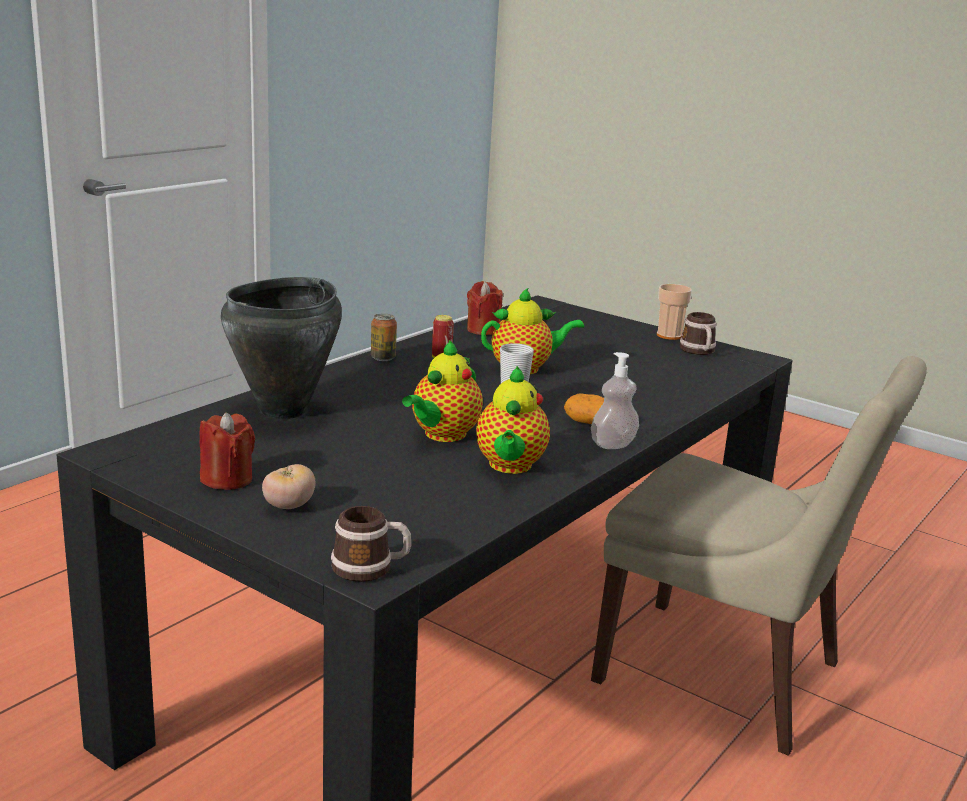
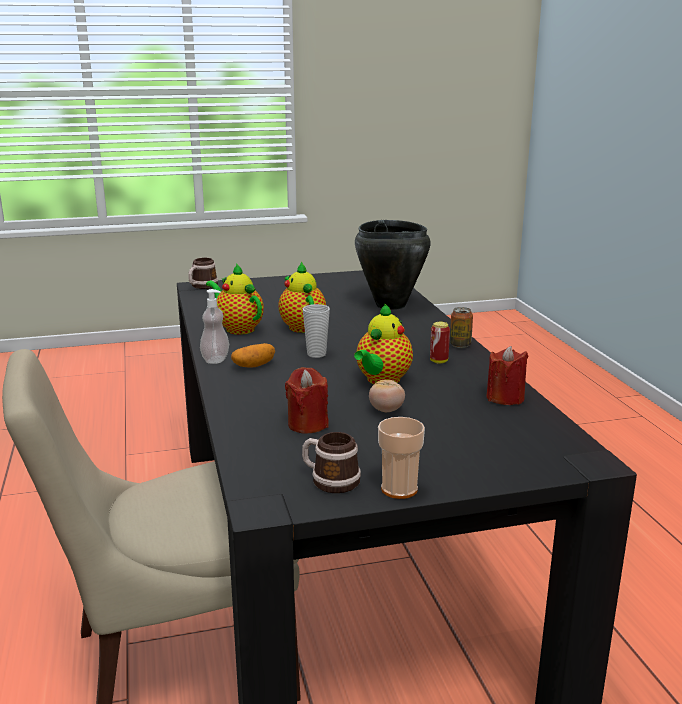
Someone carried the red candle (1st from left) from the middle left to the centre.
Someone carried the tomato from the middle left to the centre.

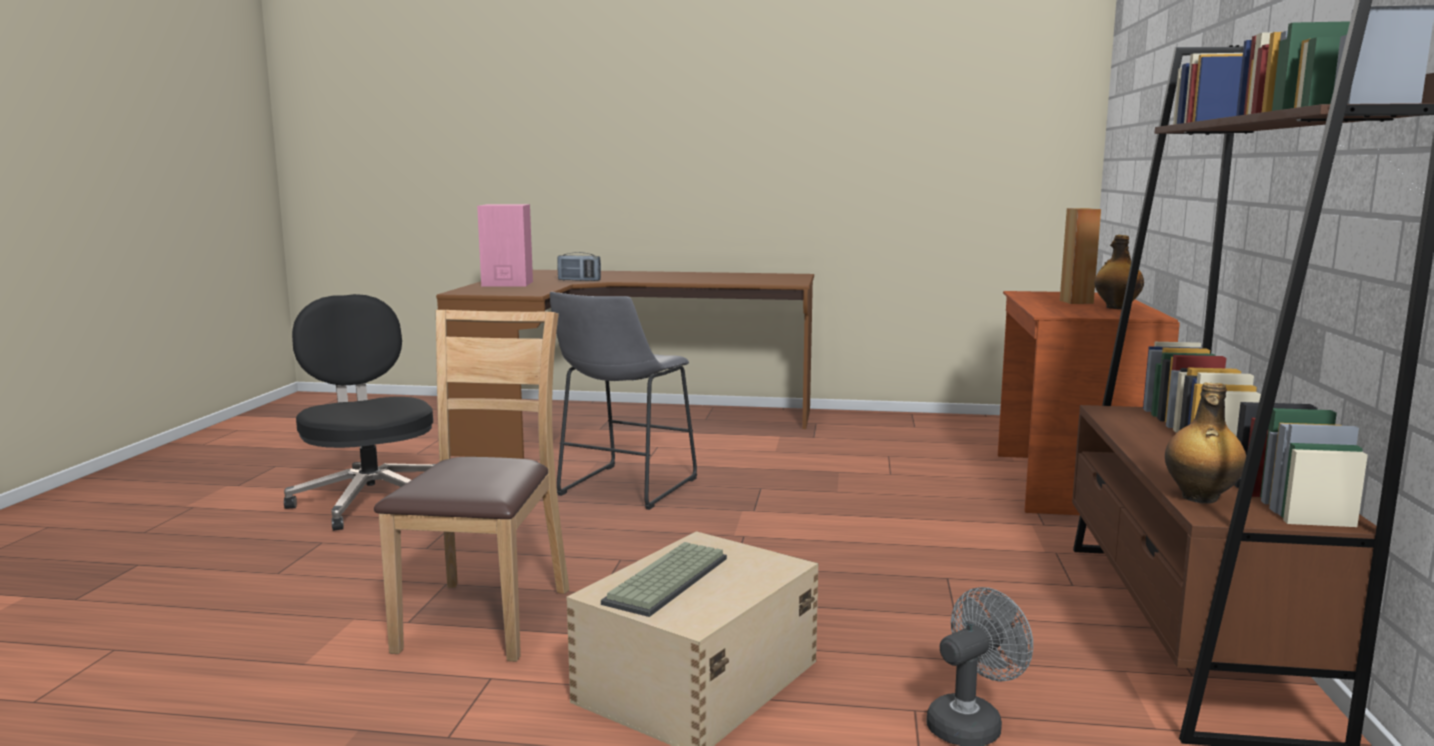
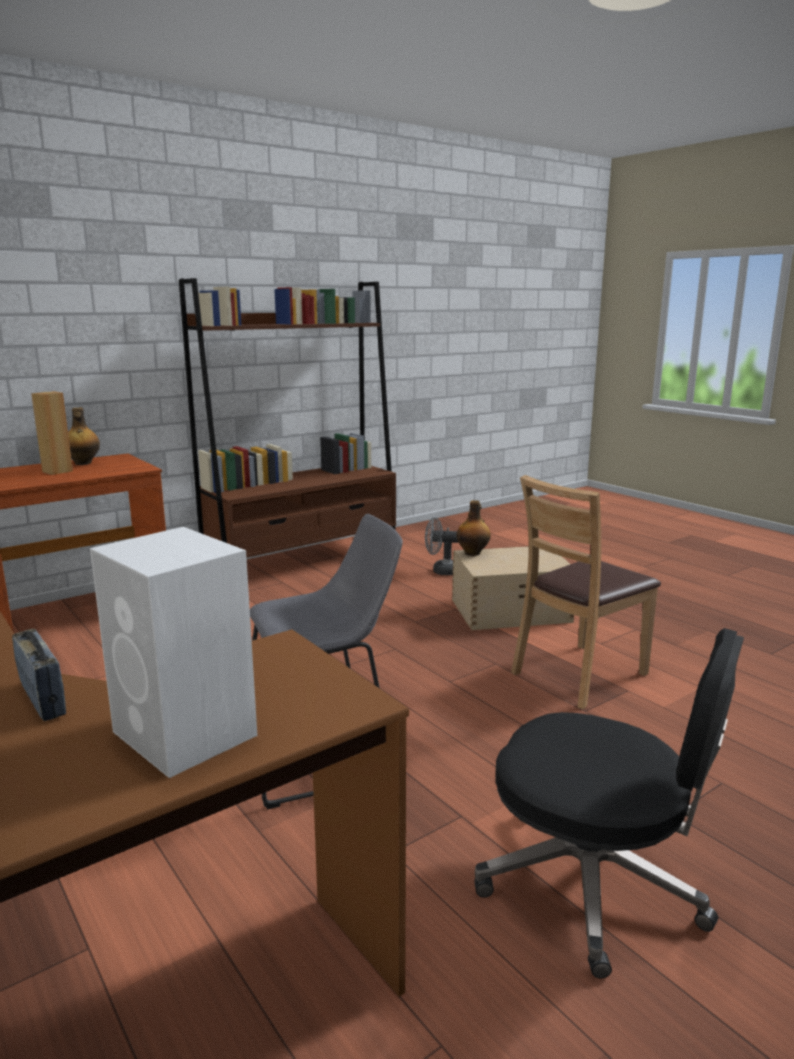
Someone took away the keyboard at the bottom centre.
Someone carried the bottle (2nd from left) from the middle right to the centre.
Someone repainted the pink speaker at the top centre, which became the white speaker at the middle left.
Someone rotated the black office chair at the middle left by 75 degrees counterclockwise.

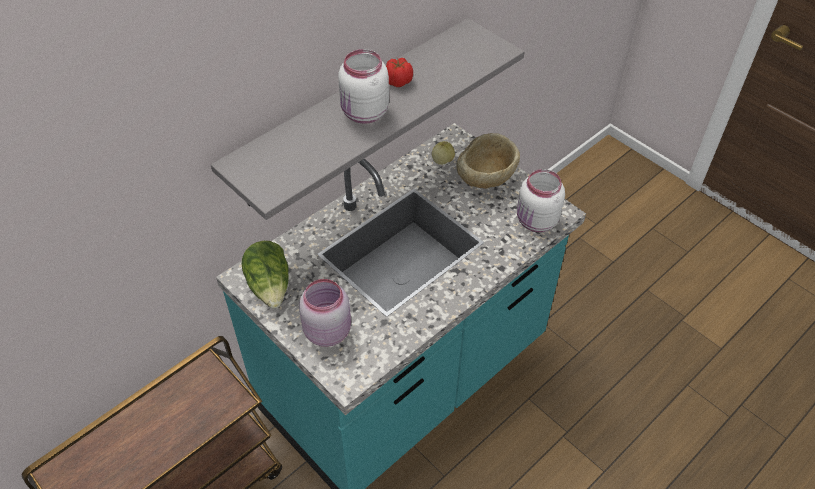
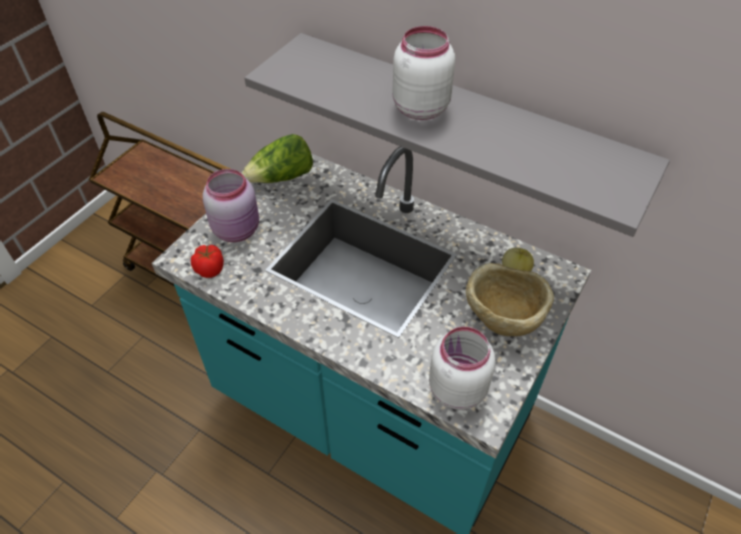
Someone carried the tomato from the top centre to the middle left.

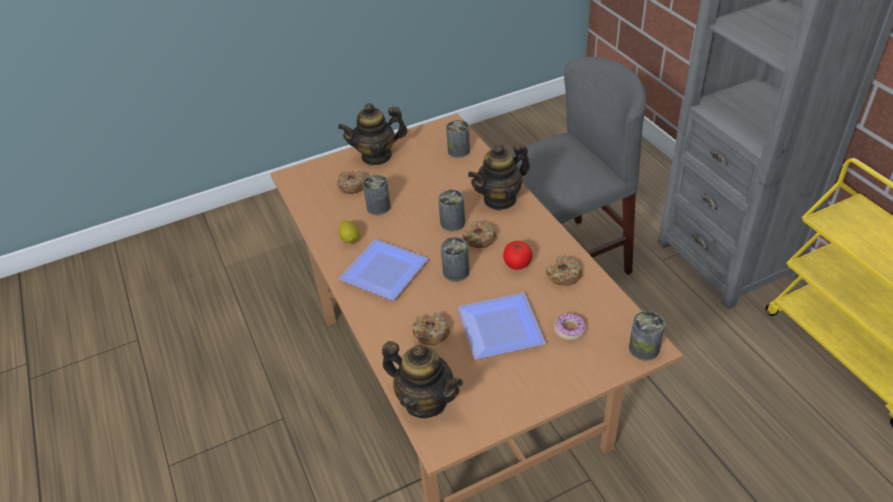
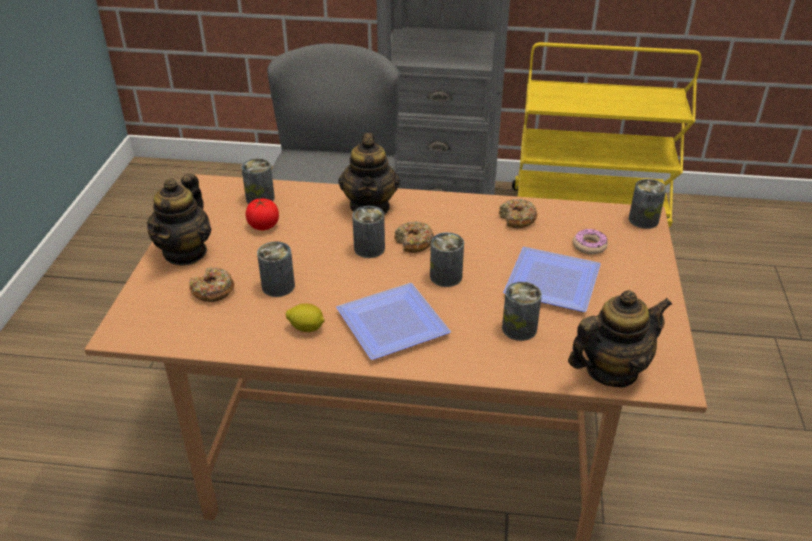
Someone carried the tomato from the centre to the middle left.
Someone swapped the donut (2nd from left) at the centre for the can (5th from left) at the centre.

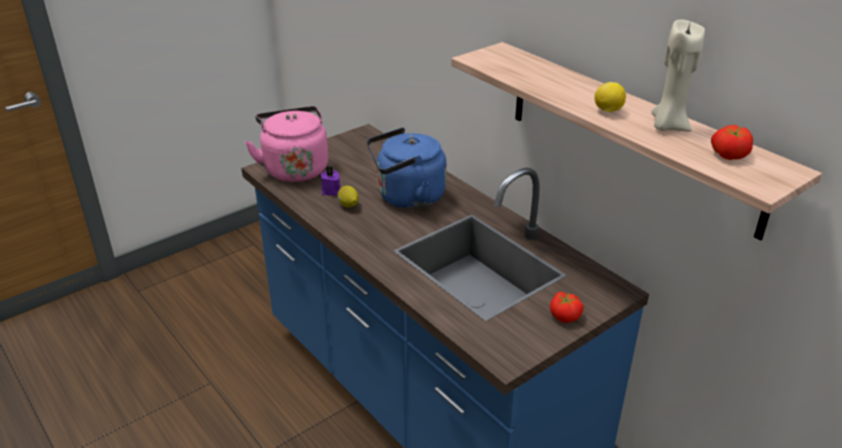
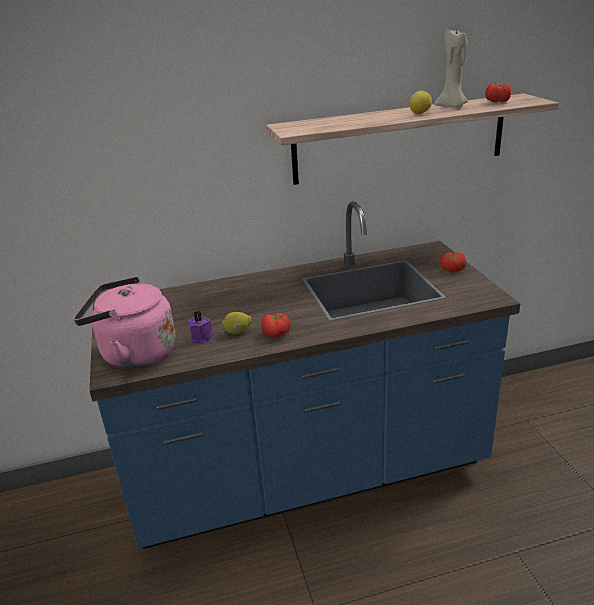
Someone took away the blue kettle at the centre.
Someone put down the tomato (1st from left) at the centre.

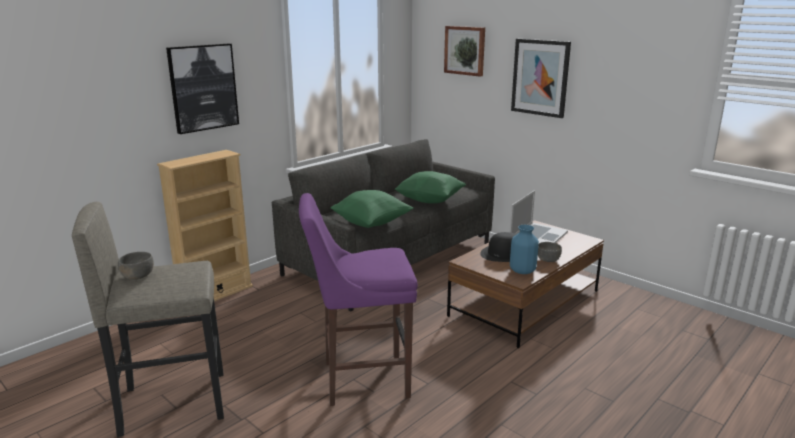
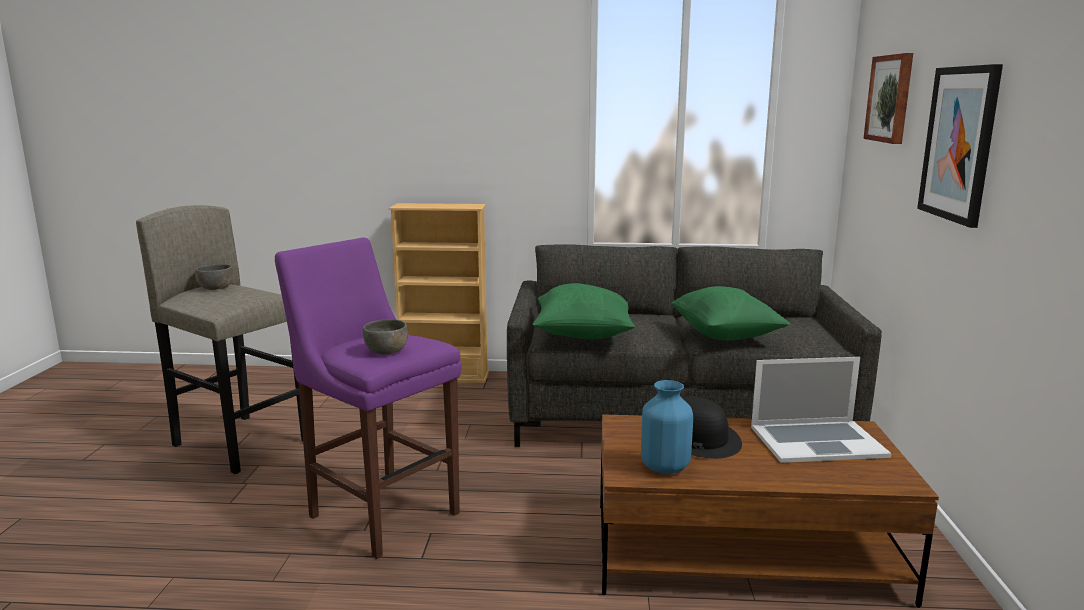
Someone took away the picture (1st from left) at the top left.
Someone carried the grey bowl (2nd from left) from the middle right to the centre.

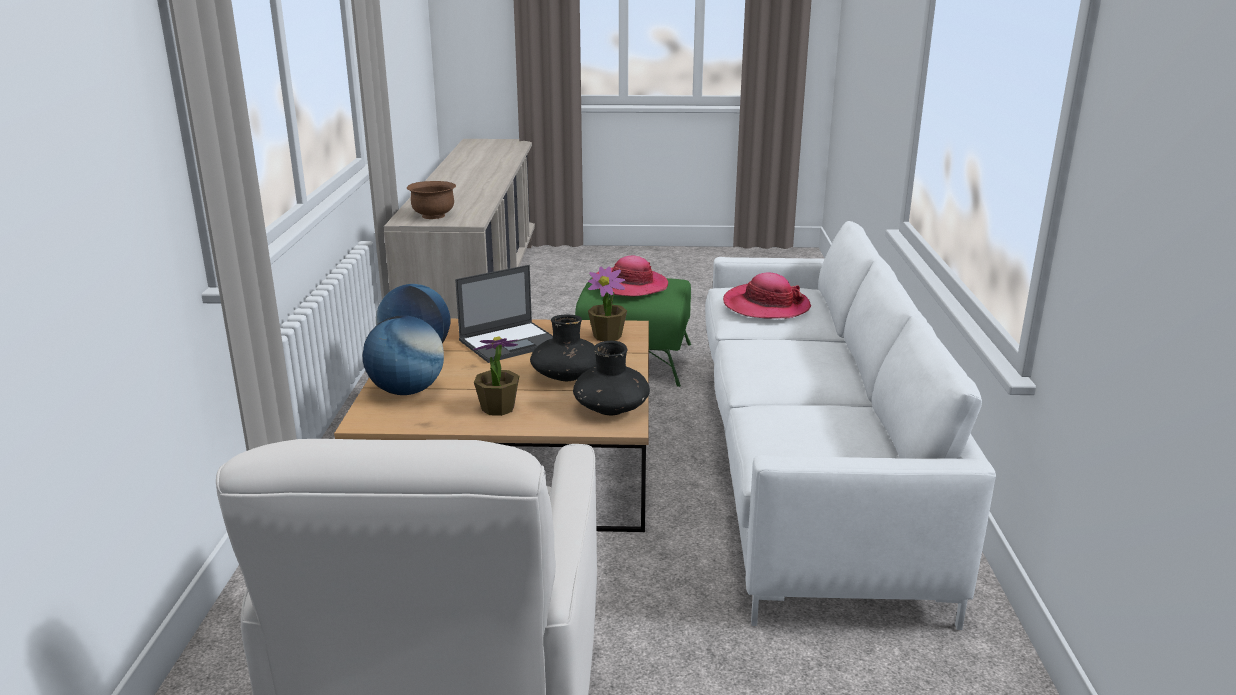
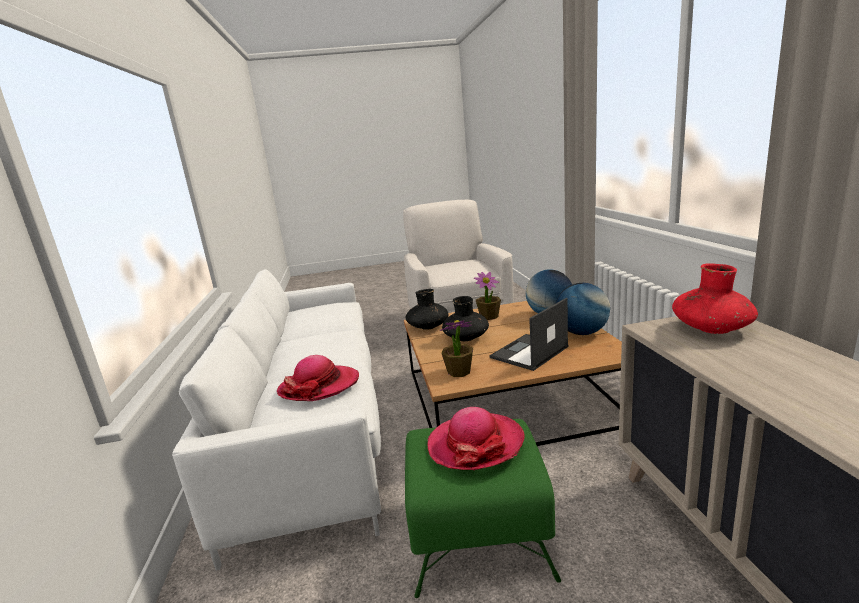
Someone swapped the brown bowl at the top centre for the red vase at the middle right.

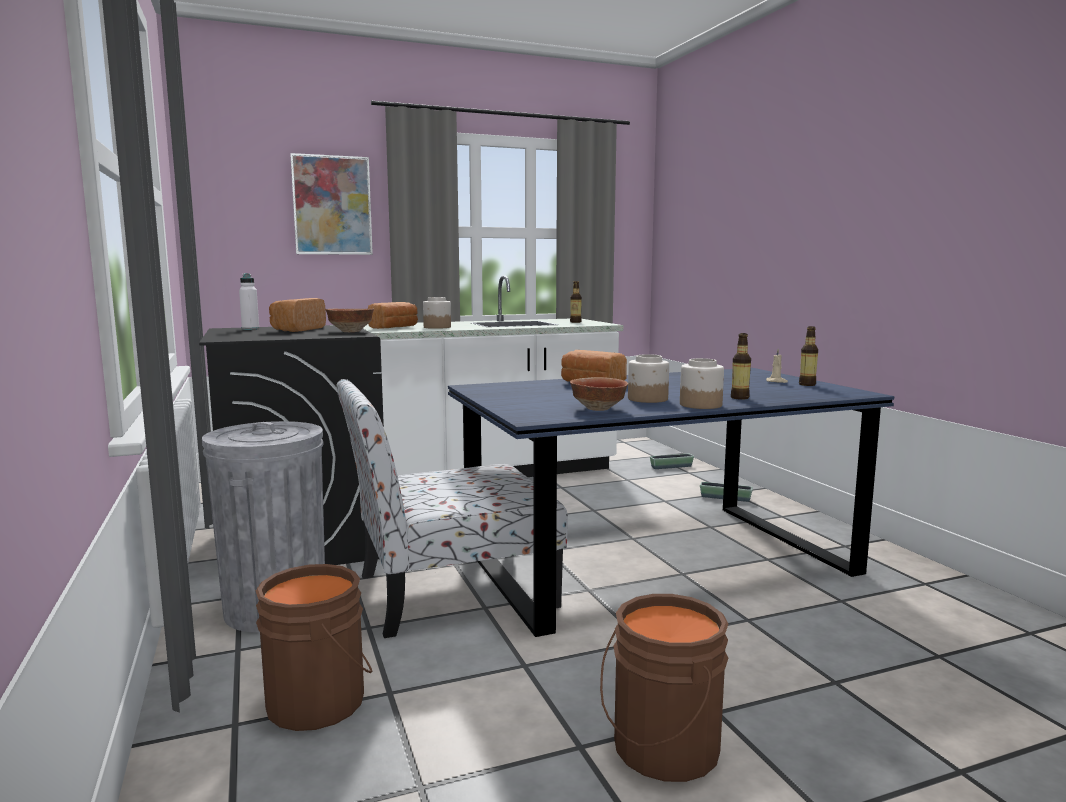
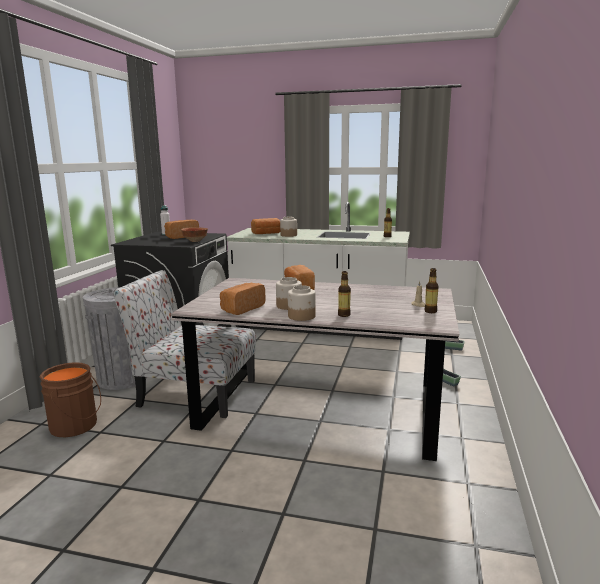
Someone took away the picture at the top left.
Someone took away the brown bucket (2nd from left) at the bottom centre.
Someone swapped the bowl (2nd from left) at the centre for the bread (2nd from left) at the centre.
Someone repainted the blue dining table at the centre, which became the grey dining table at the centre.

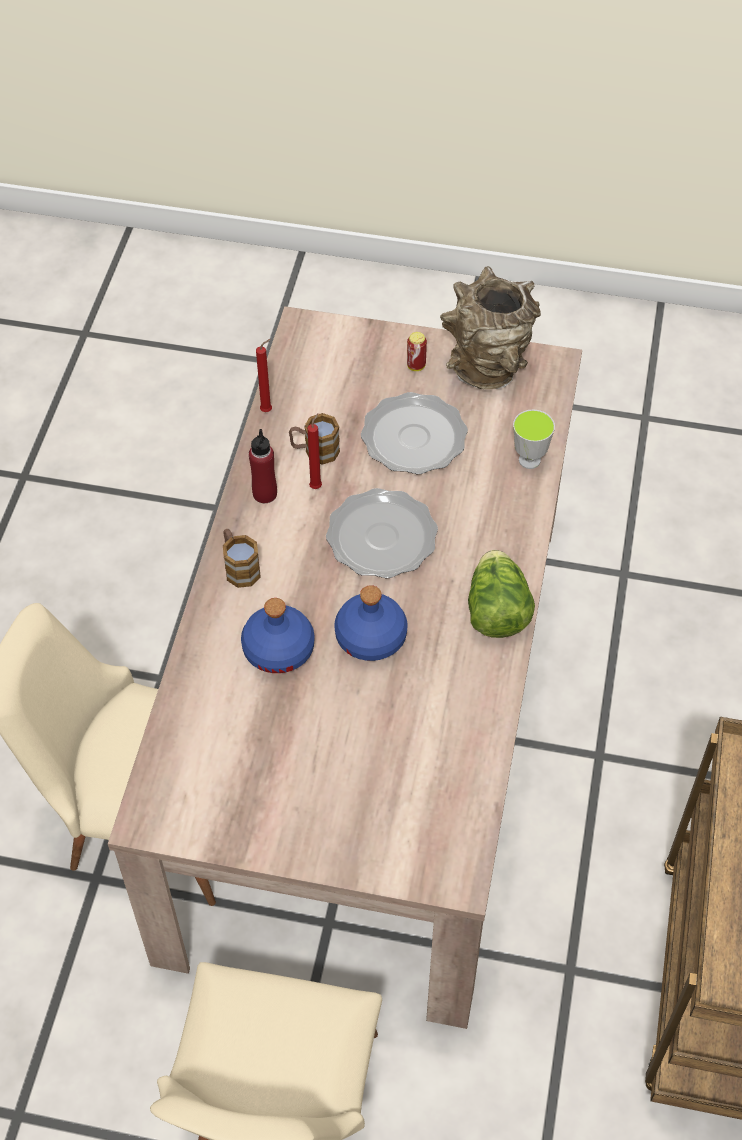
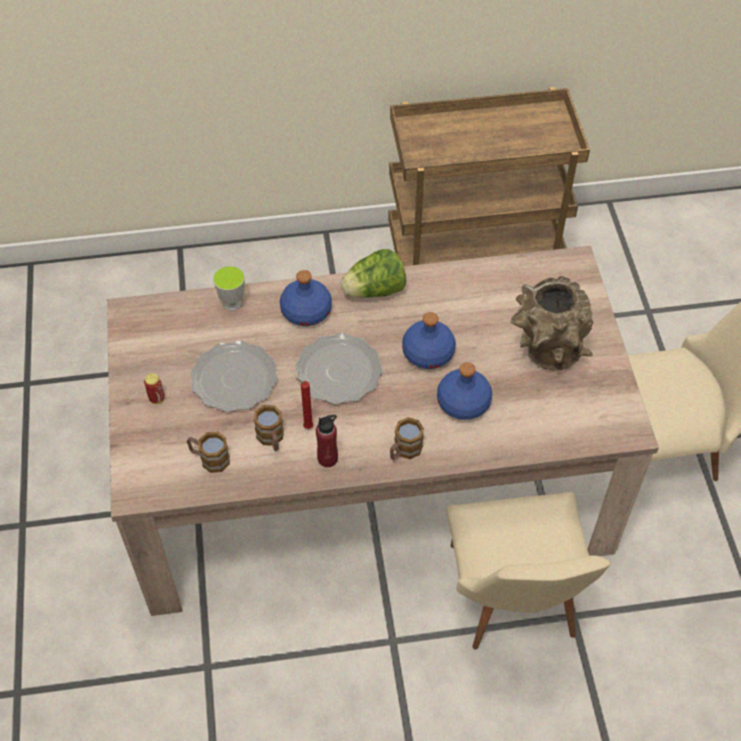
Someone took away the red candle (1st from left) at the top centre.
Someone put down the mug (1st from left) at the middle left.
Someone put down the blue bottle (1st from left) at the centre.
Someone carried the brown vase from the top centre to the middle right.

